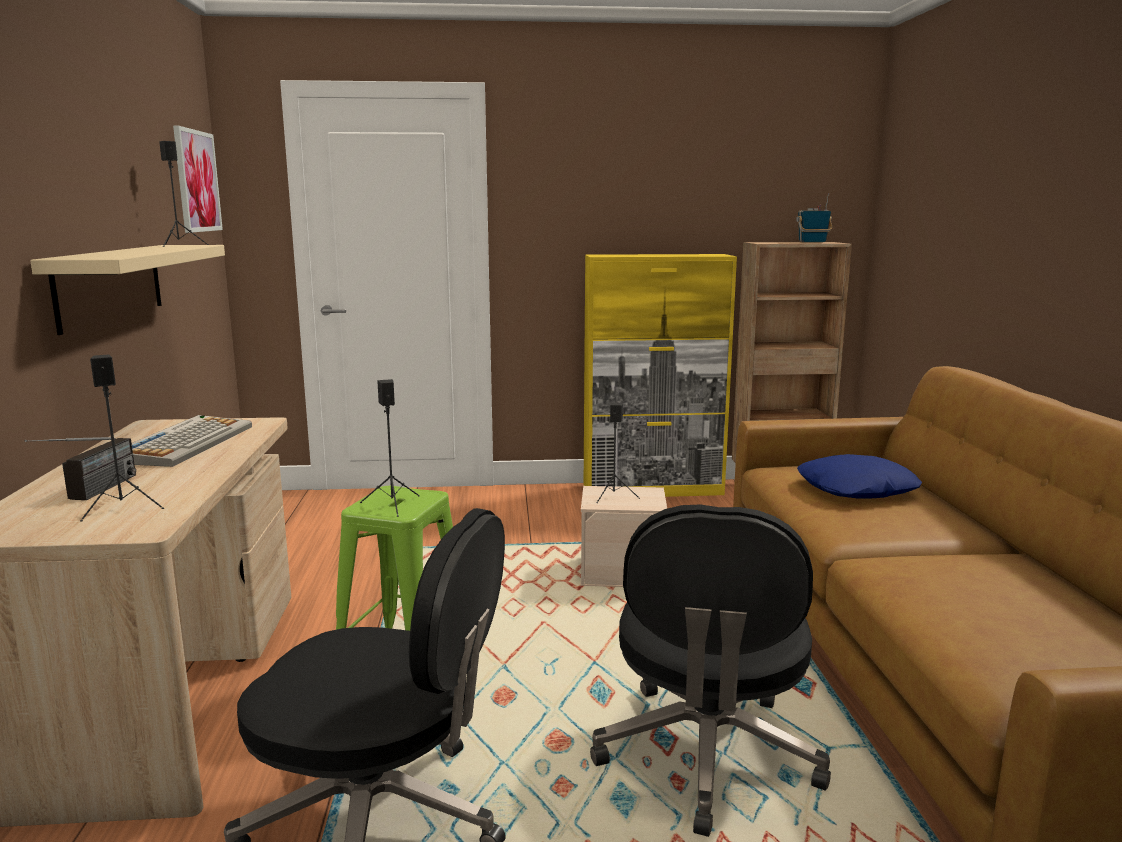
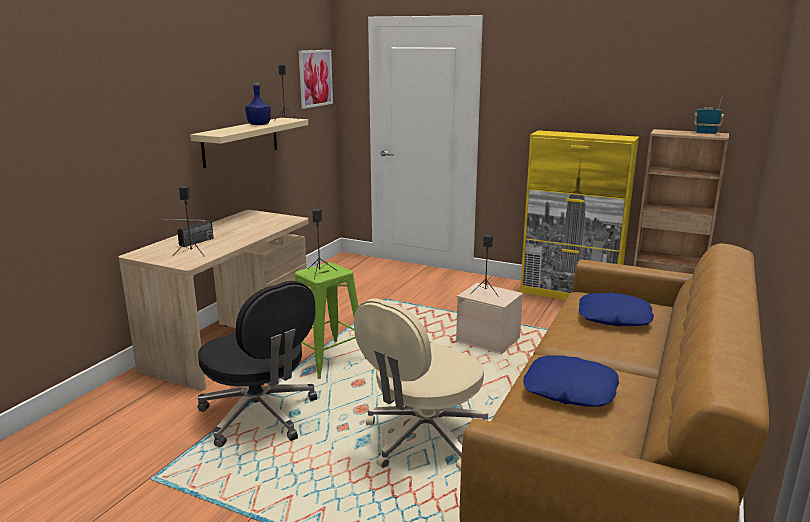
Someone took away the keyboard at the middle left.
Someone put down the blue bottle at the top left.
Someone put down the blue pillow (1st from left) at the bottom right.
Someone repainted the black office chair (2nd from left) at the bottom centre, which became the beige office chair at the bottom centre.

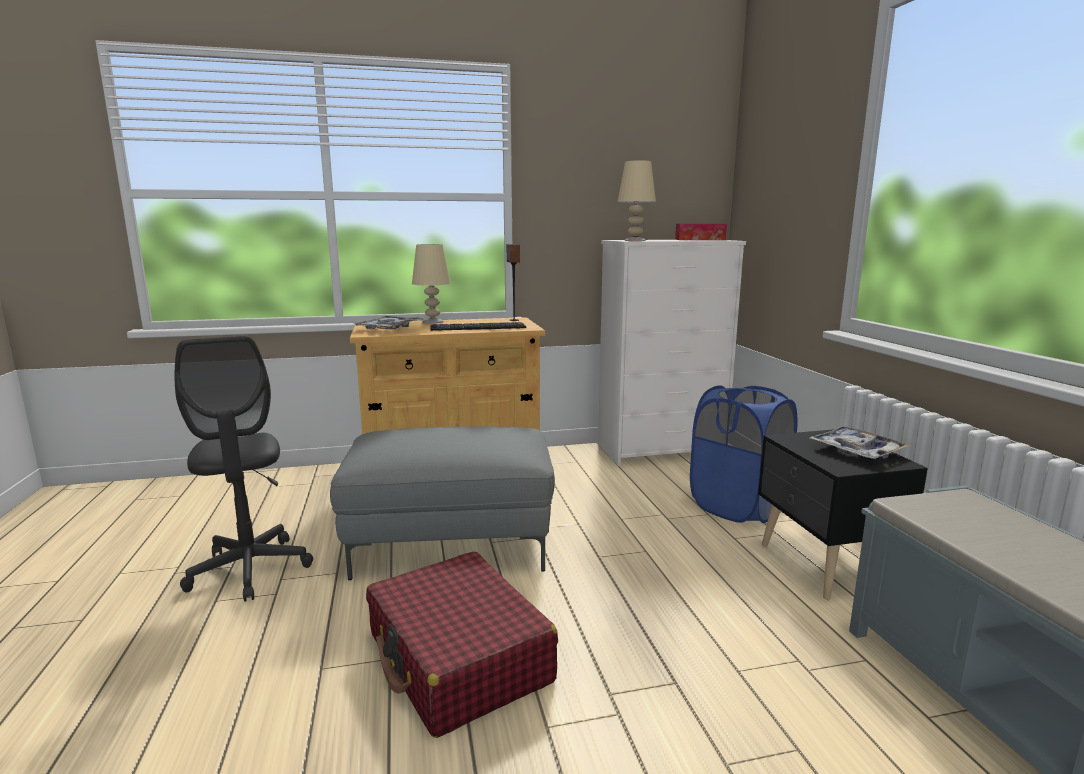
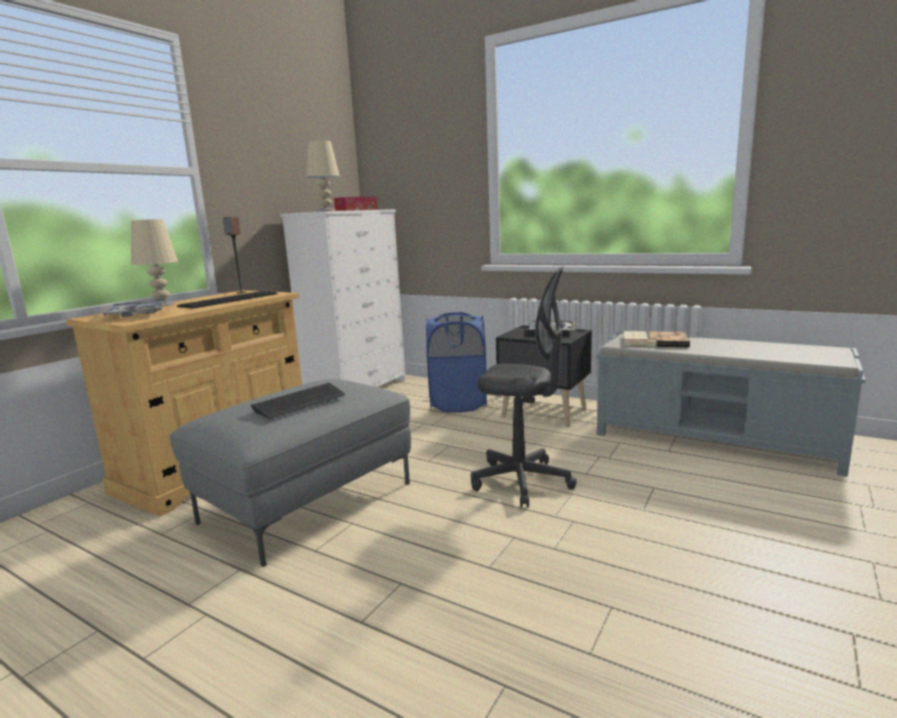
Someone took away the red suitcase at the bottom centre.
Someone put down the keyboard (2nd from left) at the middle left.
Someone put down the book at the middle right.
Someone carried the grey office chair from the middle left to the centre.

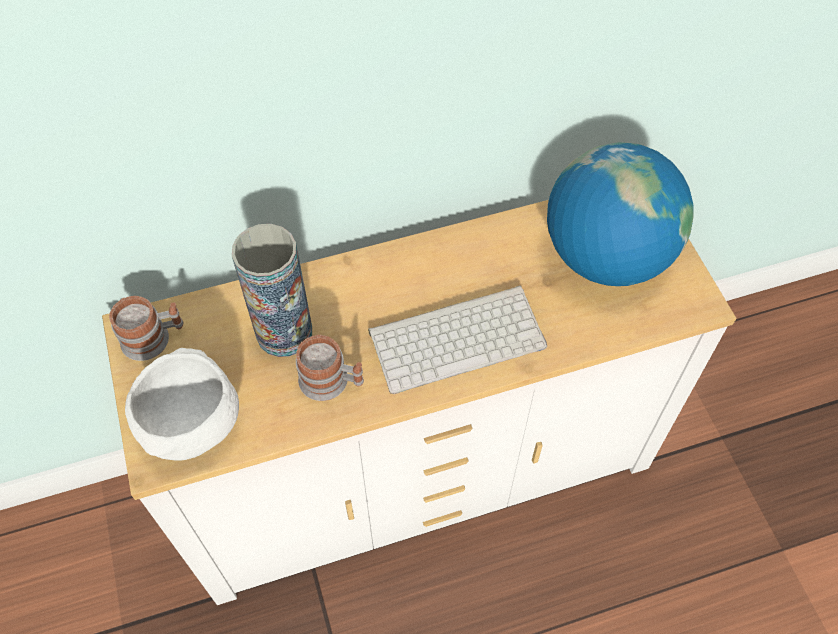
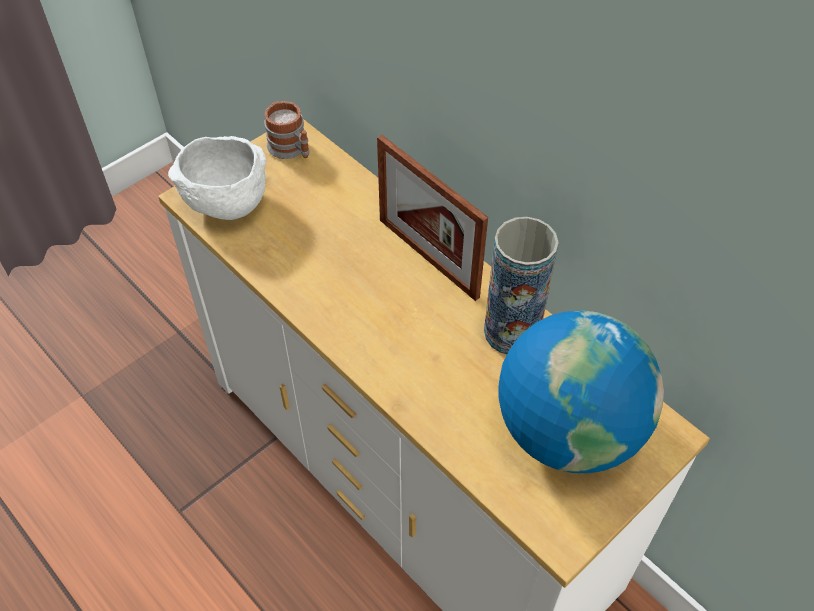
Someone took away the mug (2nd from left) at the centre.
Someone took away the keyboard at the centre.
Someone put down the picture frame at the centre.
Someone carried the vase from the middle left to the centre.

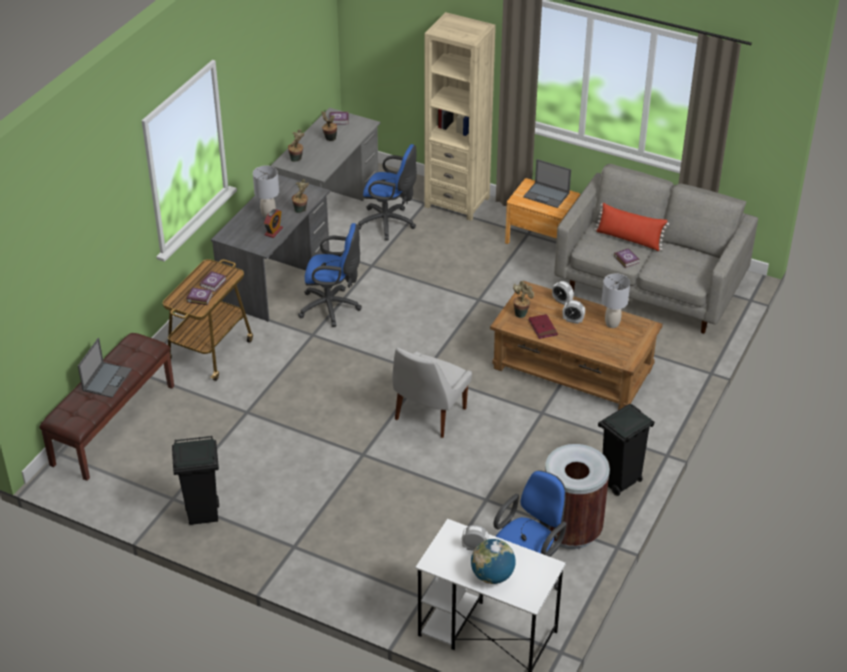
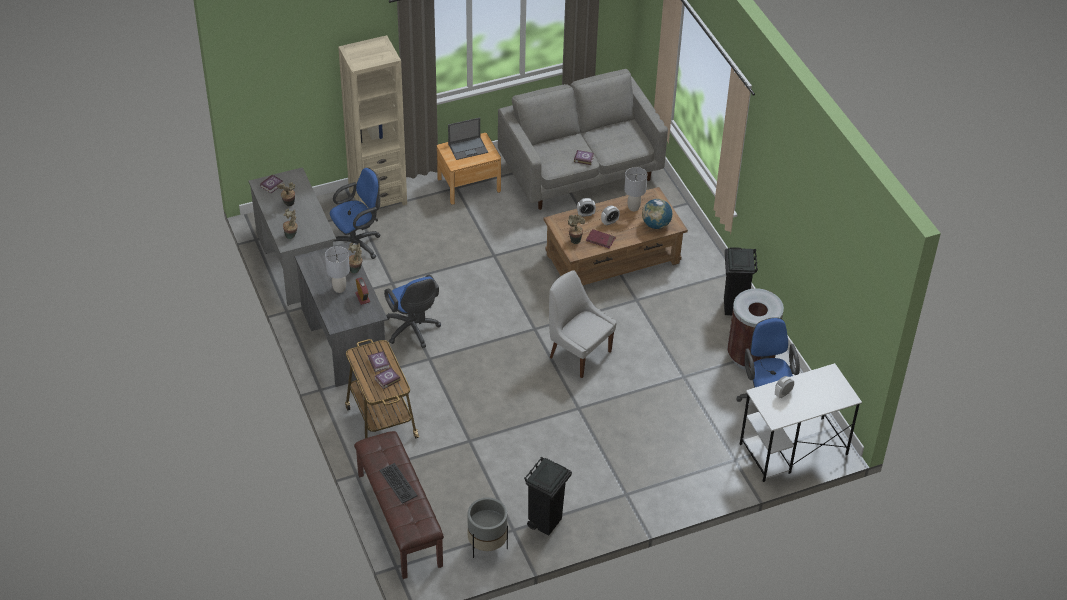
Someone took away the red pillow at the middle right.
Someone put down the grey planter at the bottom centre.
Someone carried the globe from the bottom centre to the centre.
Someone swapped the laptop (1st from left) at the middle left for the keyboard at the bottom centre.
Someone rotated the blue office chair (1st from left in the first image) at the centre by 105 degrees clockwise.
Someone rotated the white chair at the centre by 150 degrees clockwise.

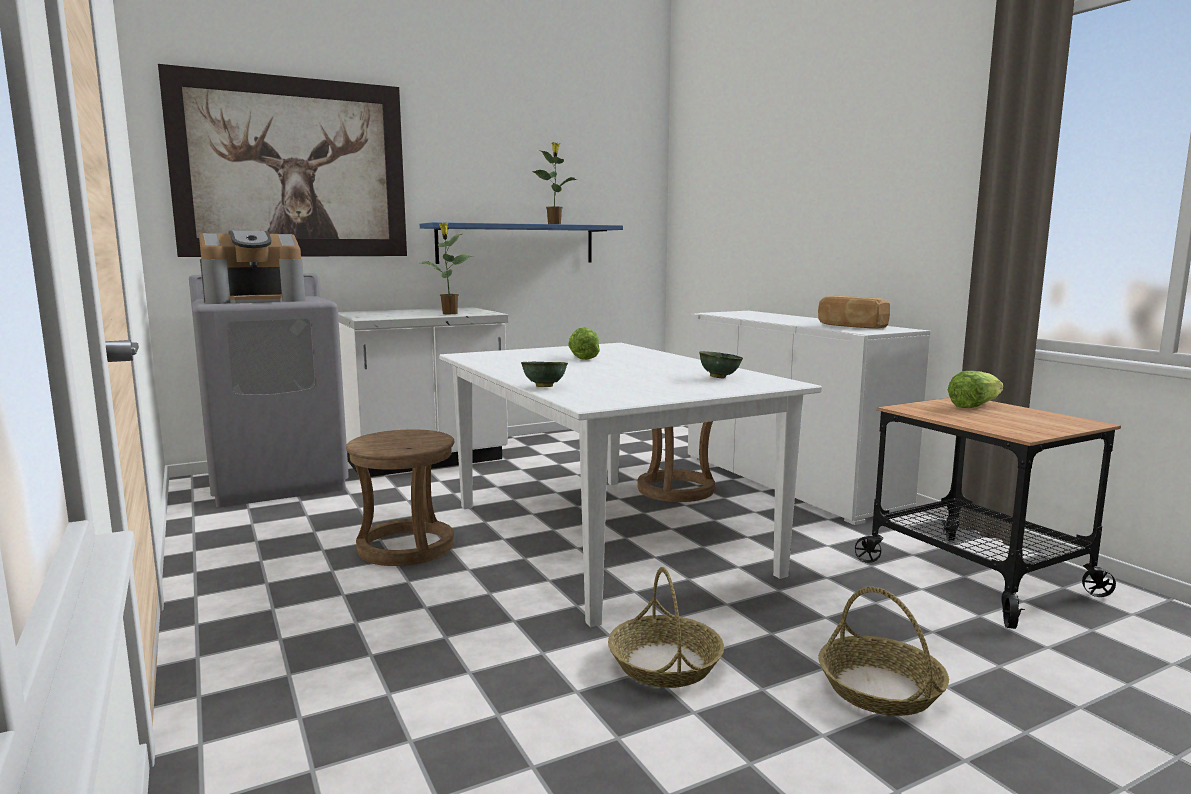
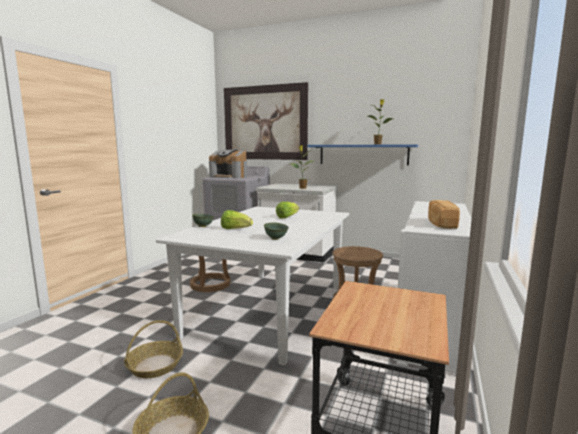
Someone carried the lettuce (2nd from left in the first image) from the middle right to the centre.

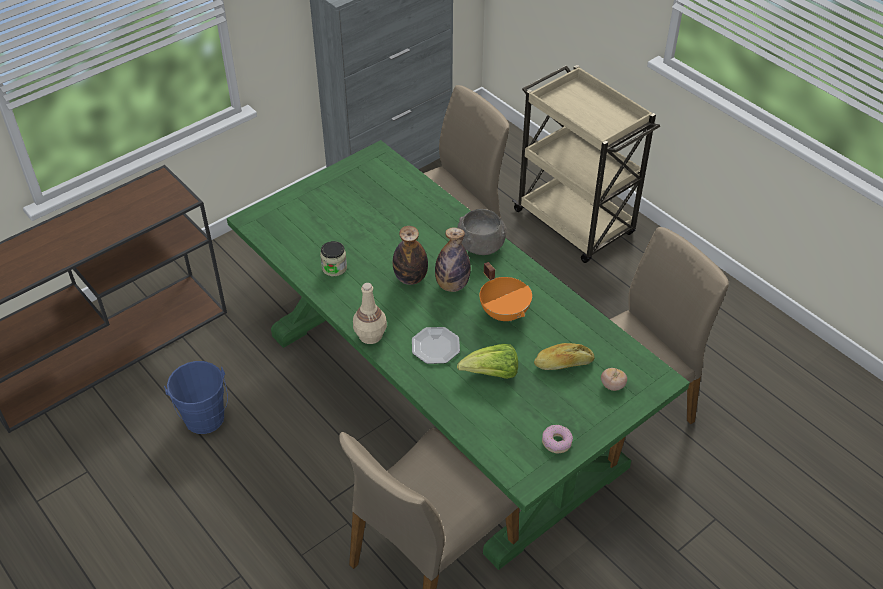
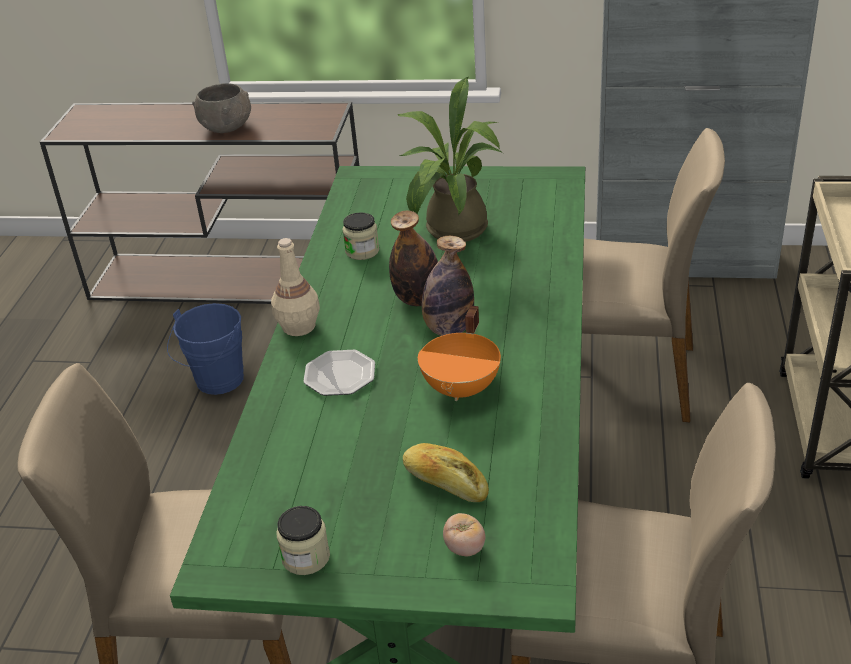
Someone took away the lettuce at the centre.
Someone put down the potted plant at the top centre.
Someone carried the grey bowl from the centre to the top left.
Someone swapped the donut at the bottom centre for the jar (1st from left) at the bottom centre.

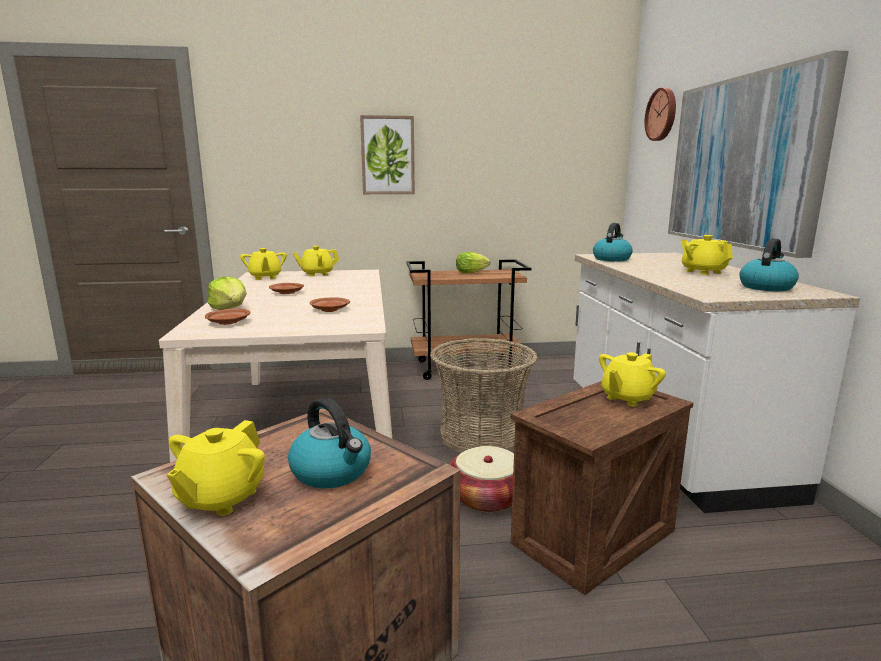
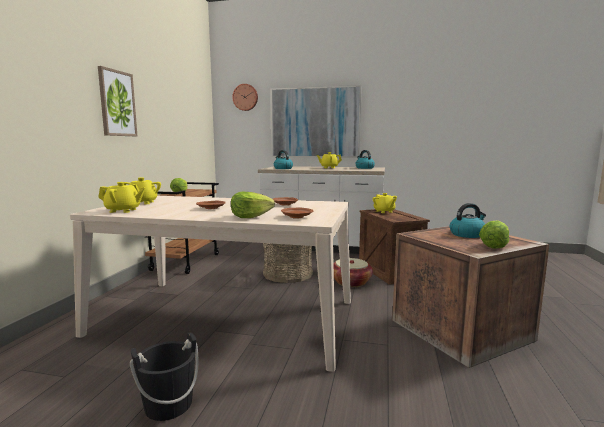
Someone put down the black bucket at the bottom left.
Someone swapped the yellow teapot (1st from left) at the bottom left for the lettuce (3rd from left) at the middle right.

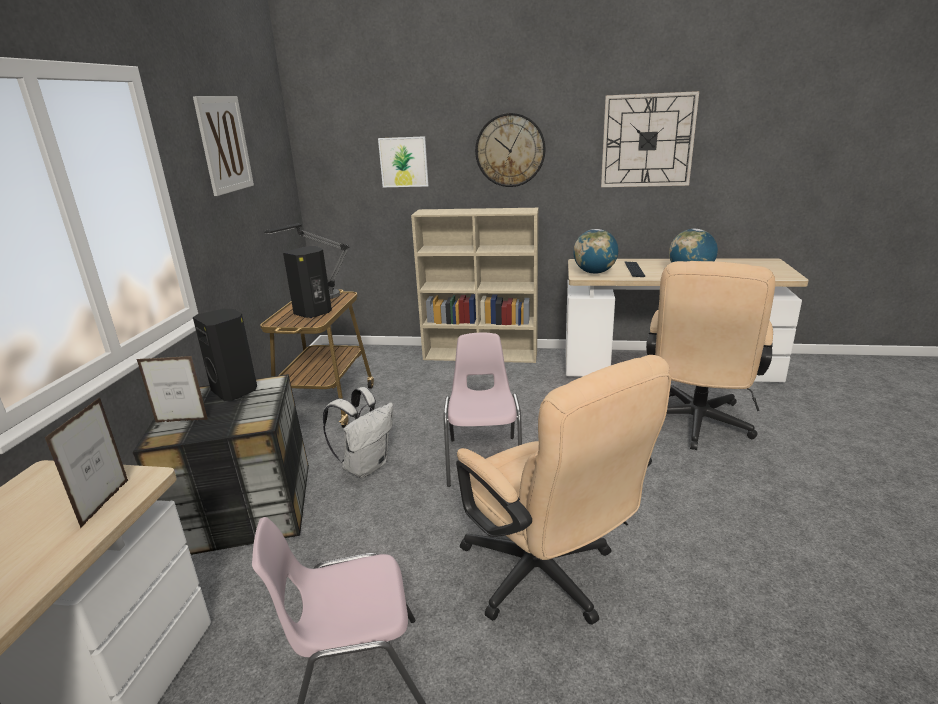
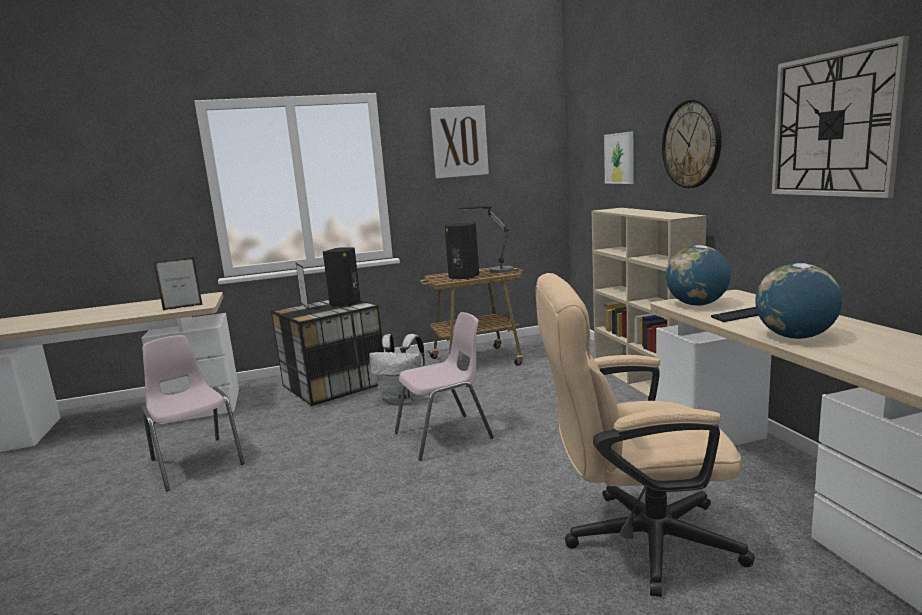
Someone took away the beige office chair (1st from left) at the bottom centre.

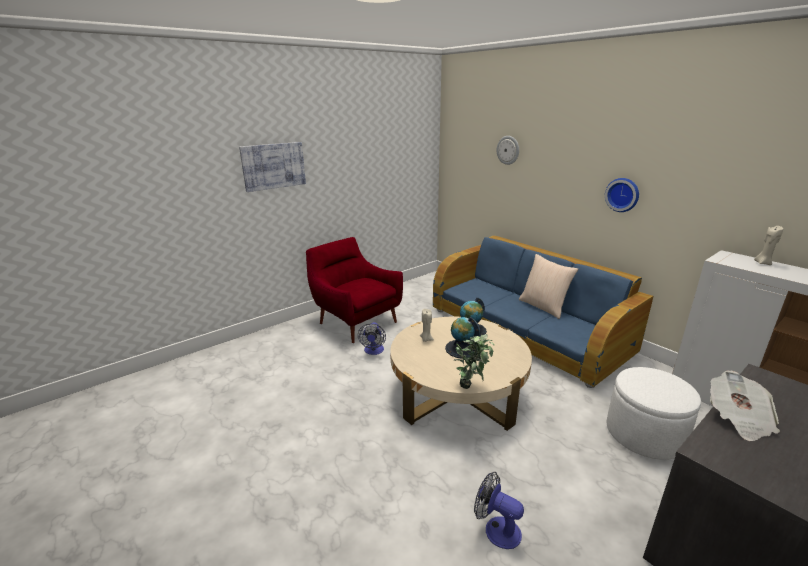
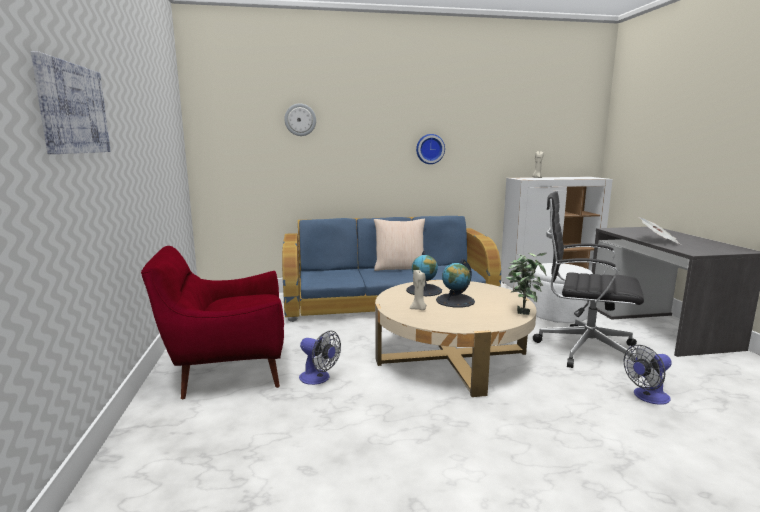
Someone put down the black office chair at the middle right.

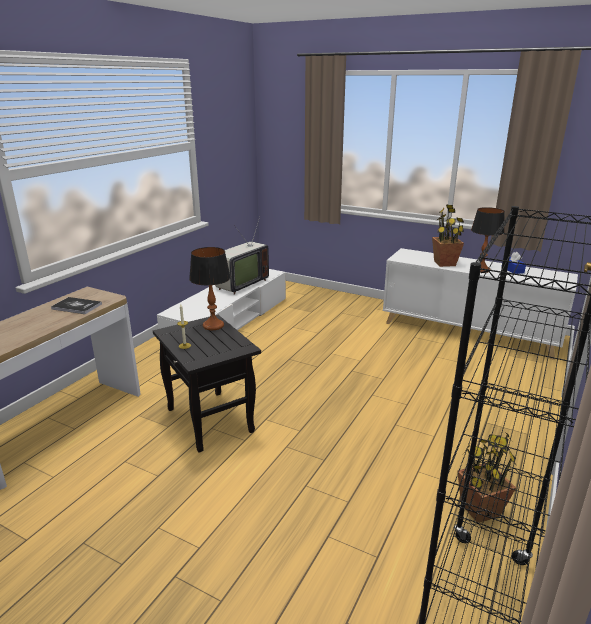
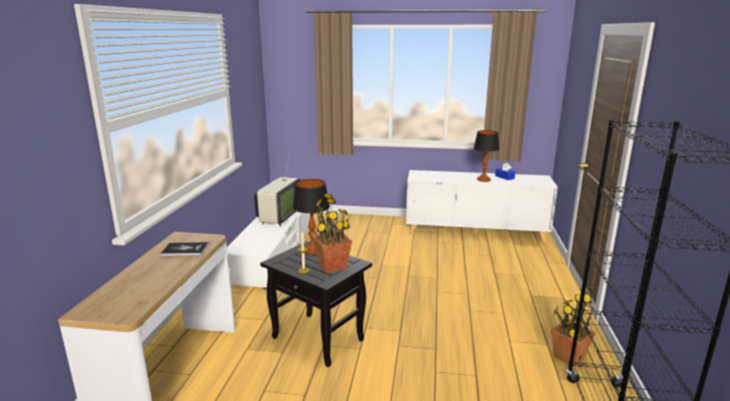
Someone carried the potted plant (1st from left) from the middle right to the centre.

